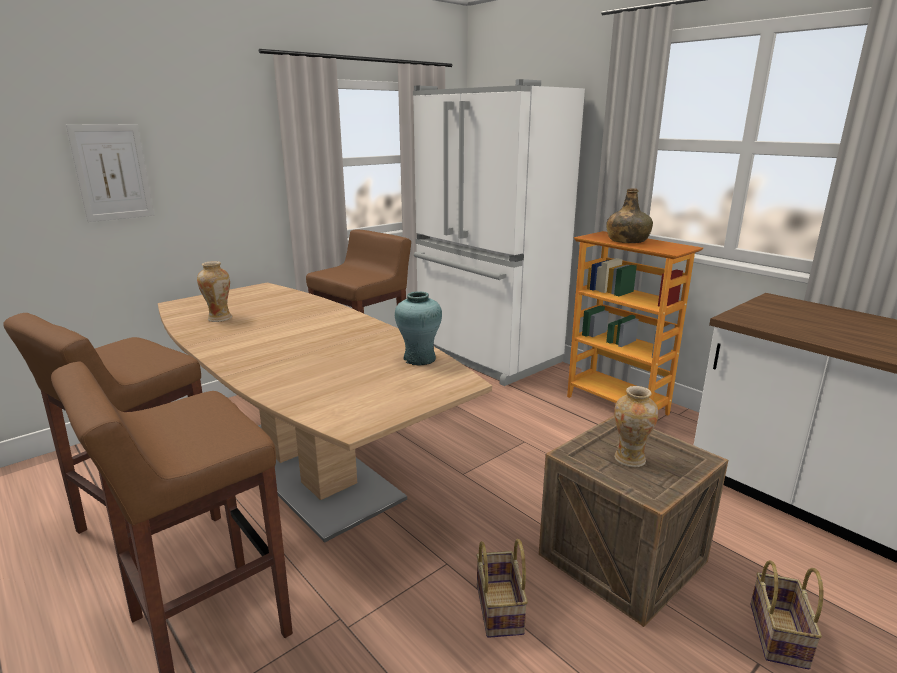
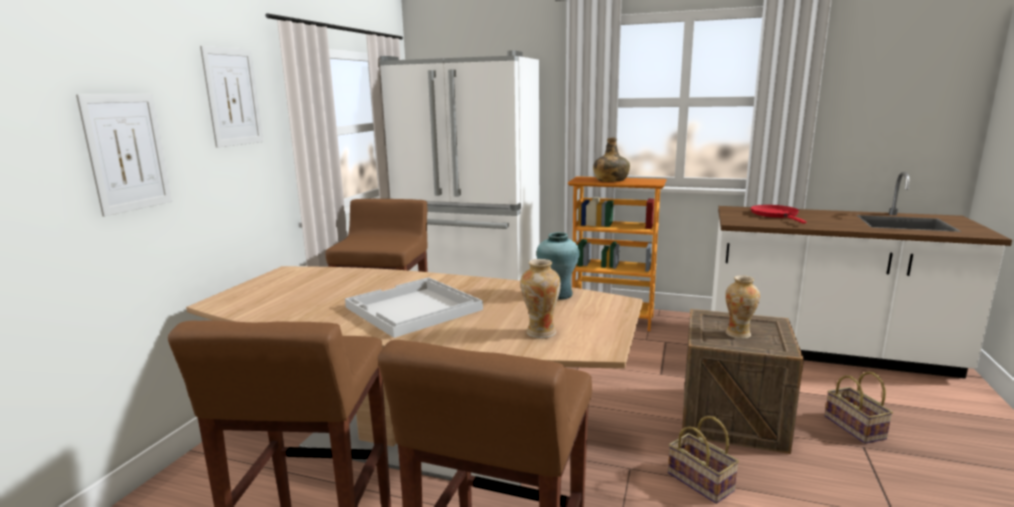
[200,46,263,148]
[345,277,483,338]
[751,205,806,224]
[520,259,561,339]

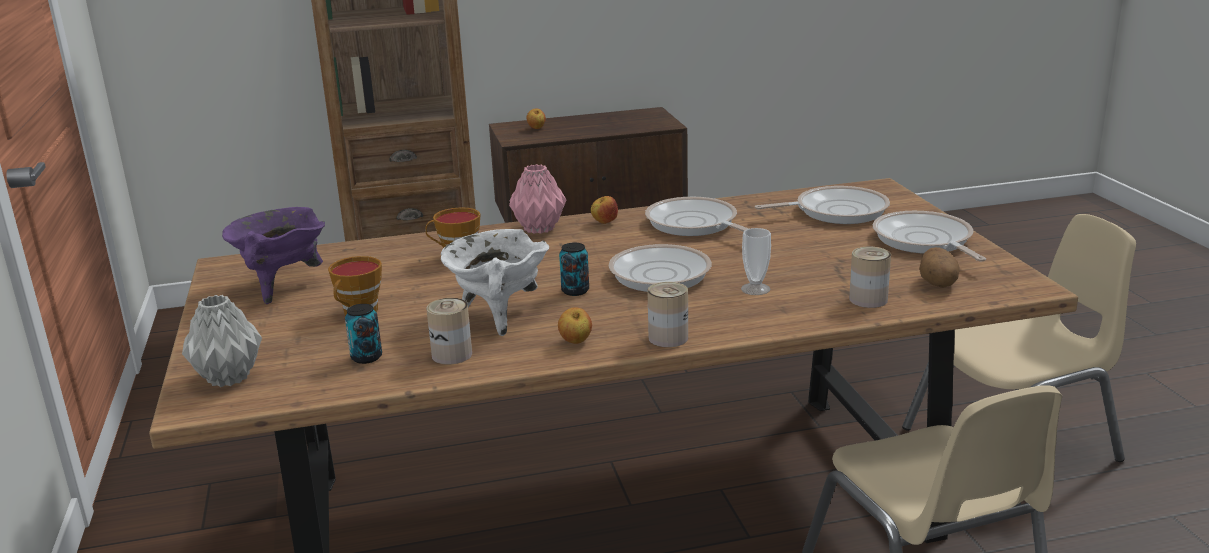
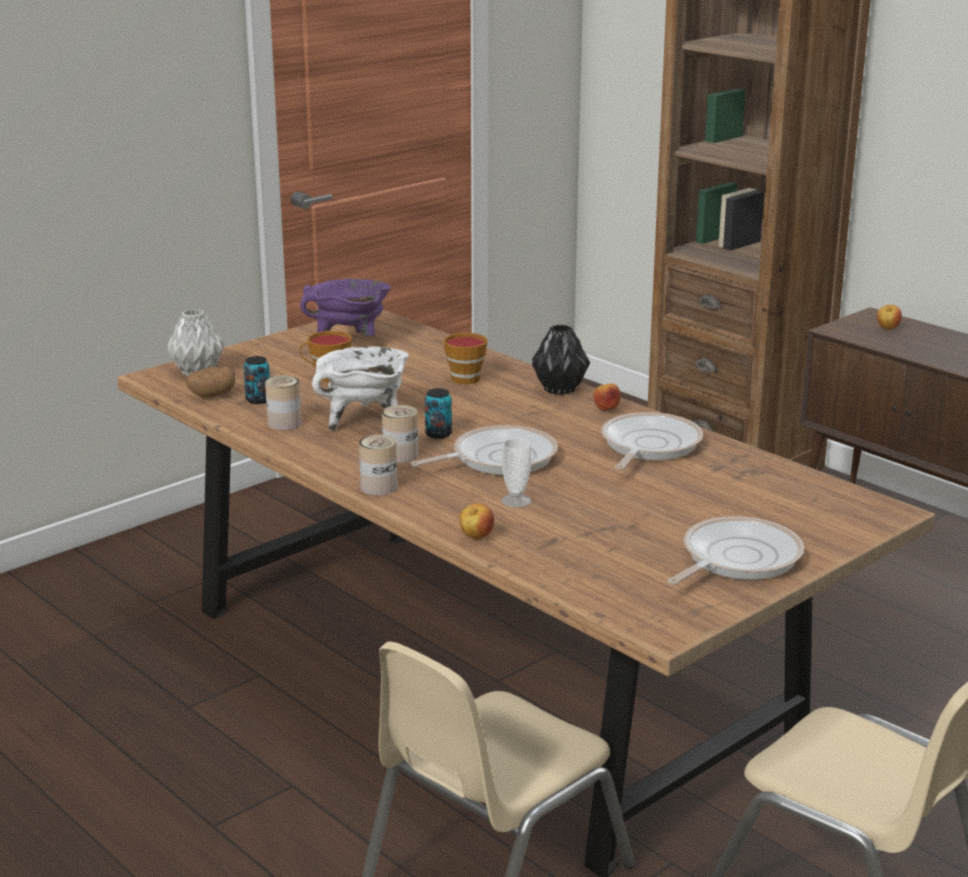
[755,186,890,224] (first image)
[459,503,494,539]
[382,405,418,463]
[185,366,235,397]
[532,324,590,395]

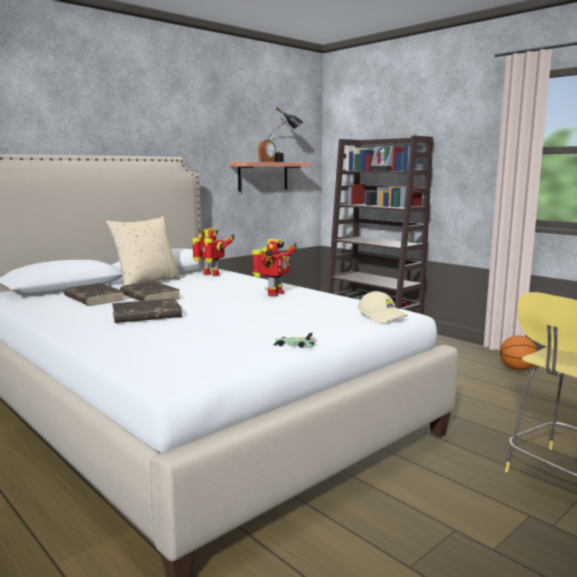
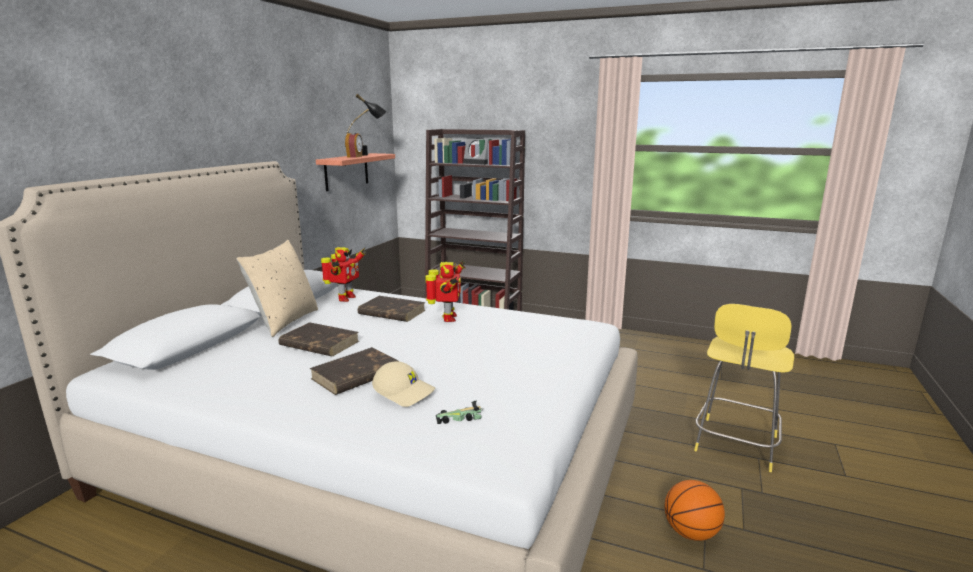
[358,296,426,322]
[435,401,483,424]
[372,361,435,407]
[664,480,725,541]
[321,247,366,302]

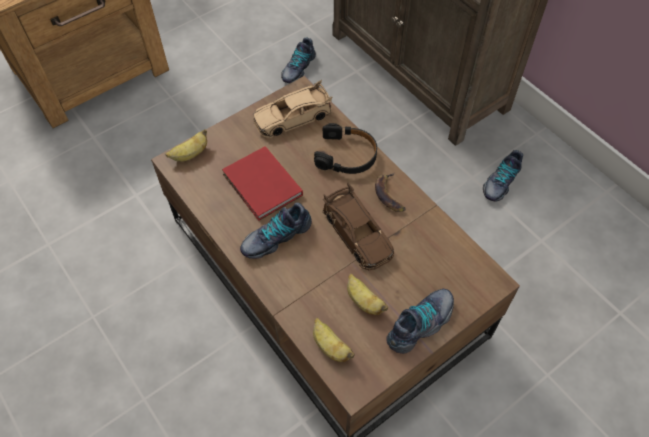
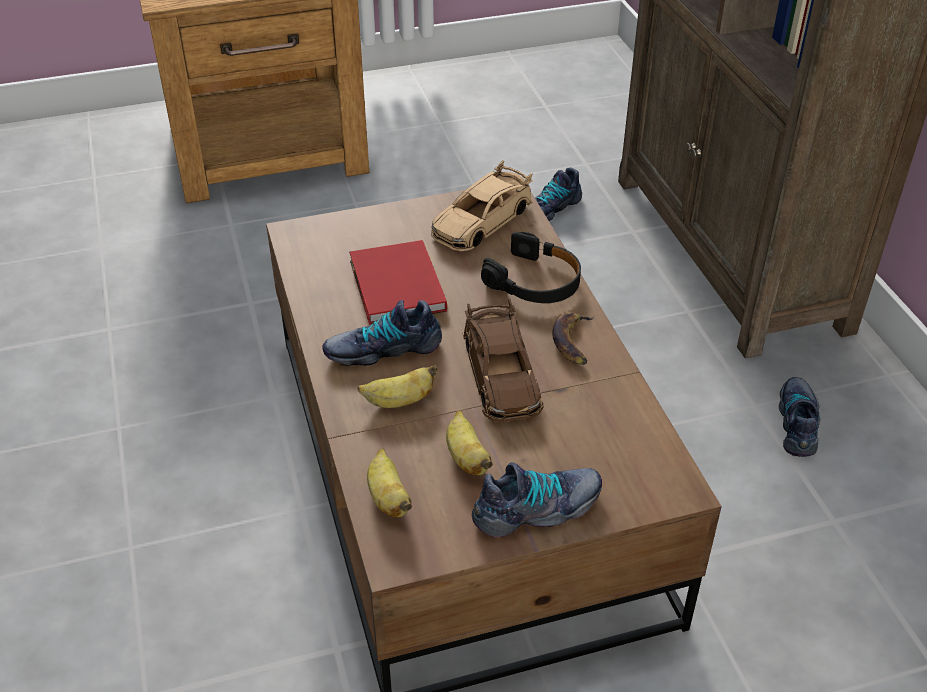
[357,365,437,408]
[431,161,533,251]
[779,377,820,457]

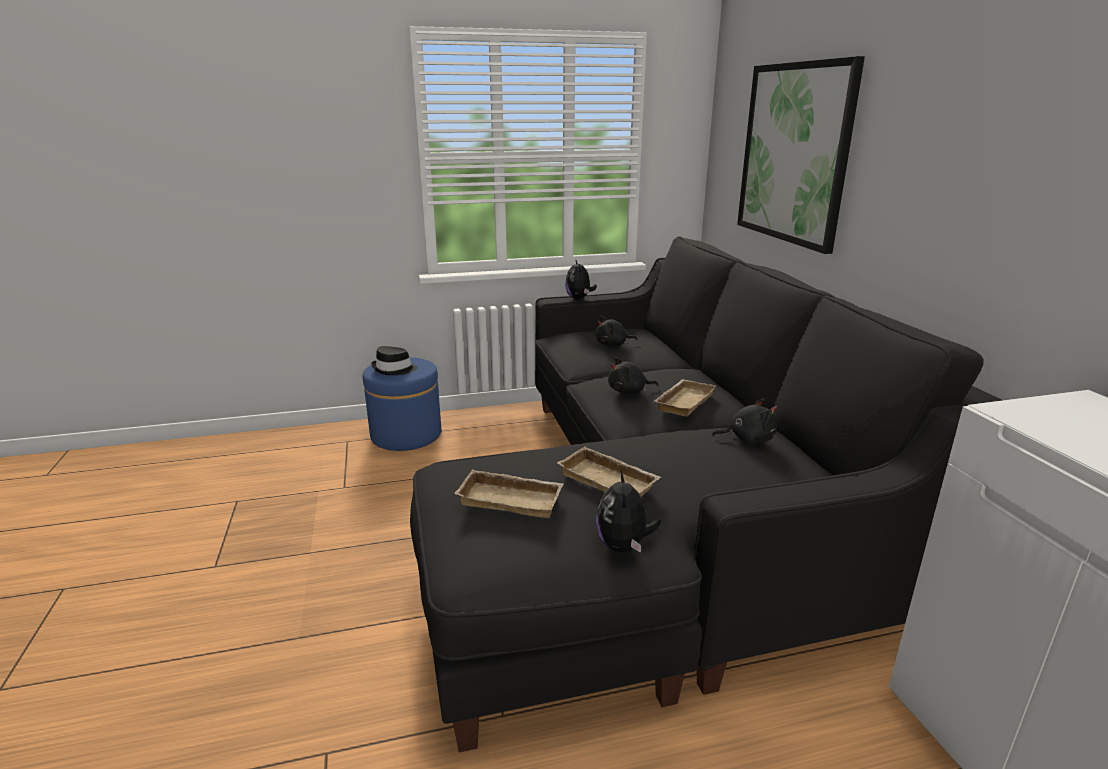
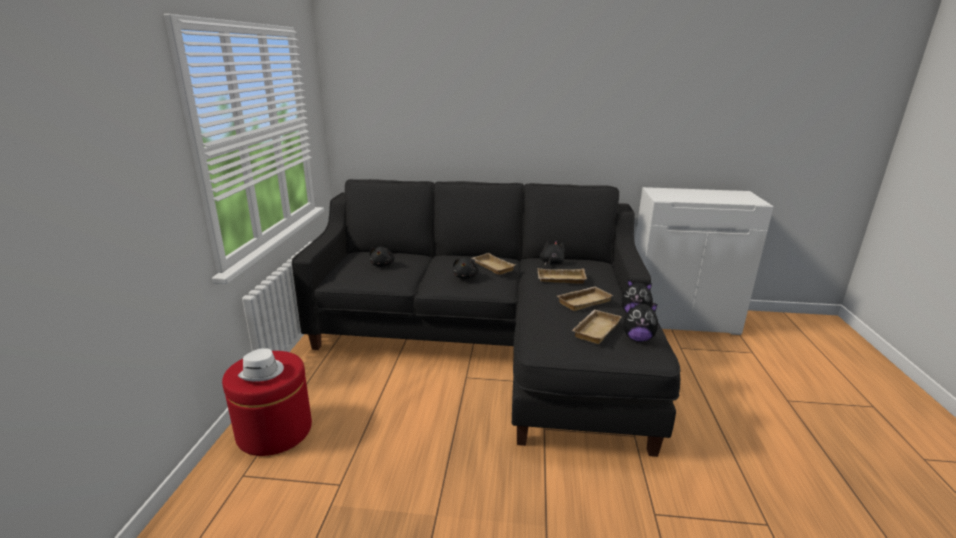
[737,56,865,254] (first image)
[537,268,587,284]
[623,301,660,342]
[222,351,312,456]
[238,348,284,382]

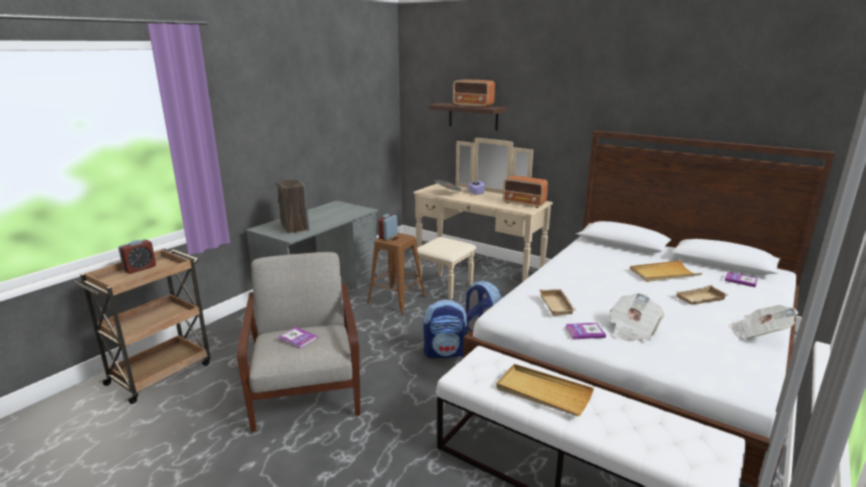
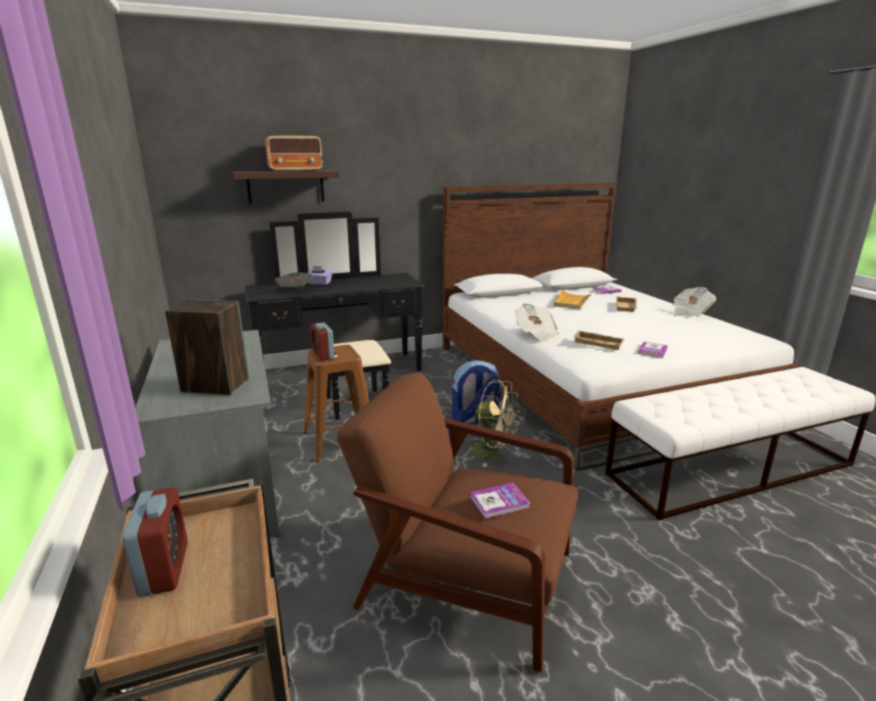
[496,364,594,416] (first image)
[503,176,548,208] (first image)
[515,303,559,342]
[468,380,519,467]
[337,372,578,672]
[245,212,424,420]

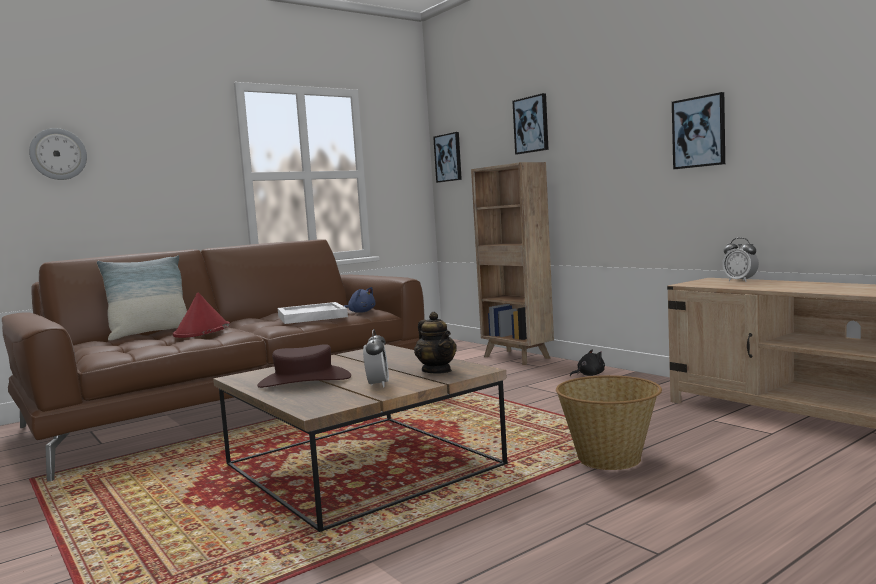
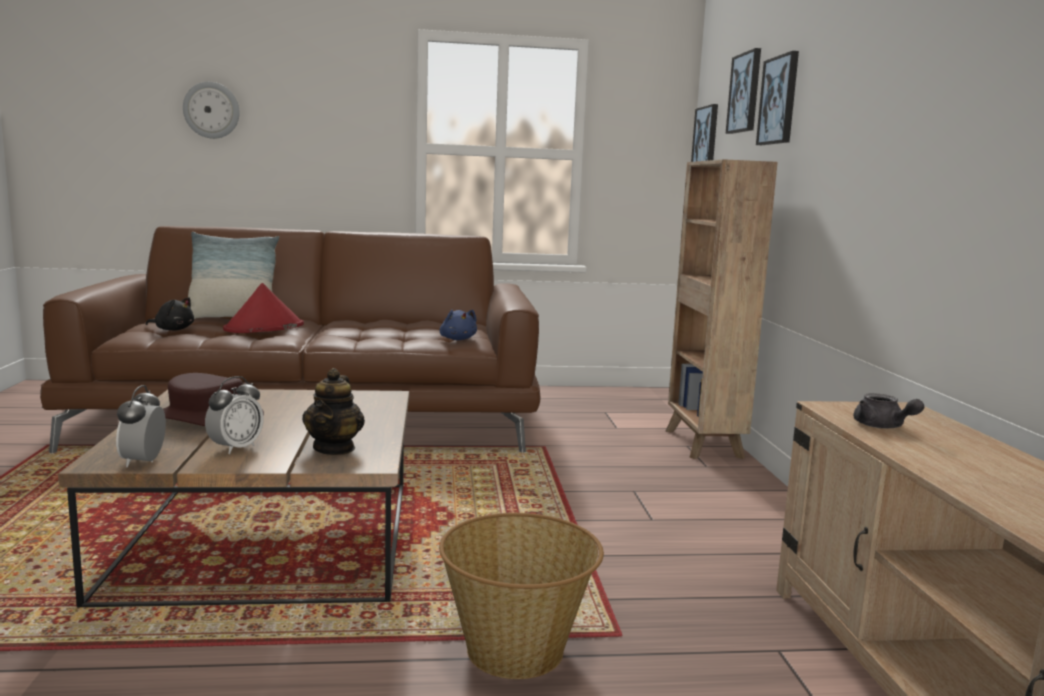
[278,302,348,324] (first image)
[853,393,924,429]
[146,298,194,330]
[726,48,761,134]
[116,385,166,468]

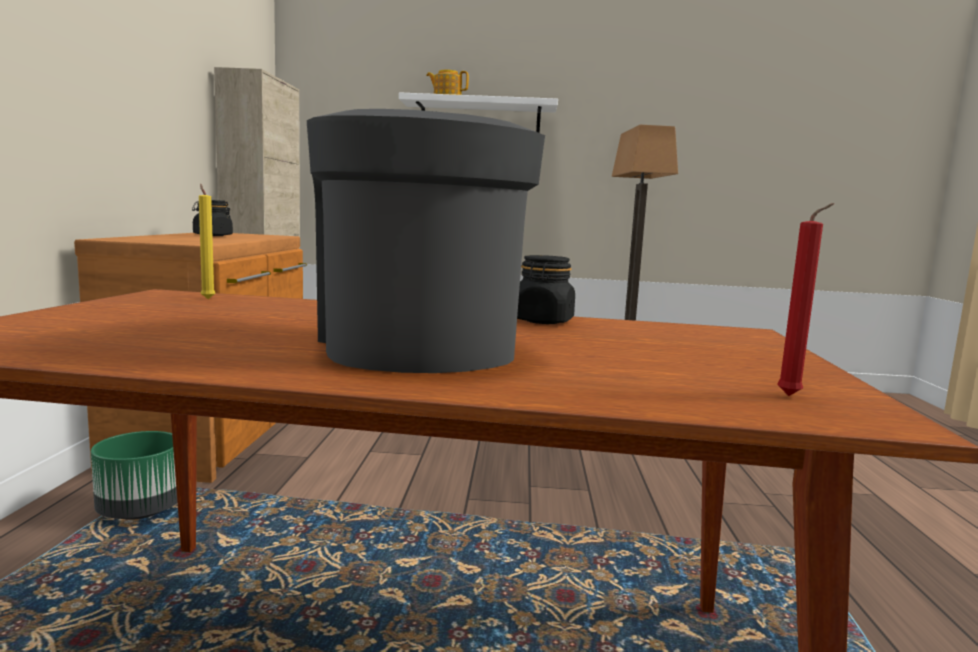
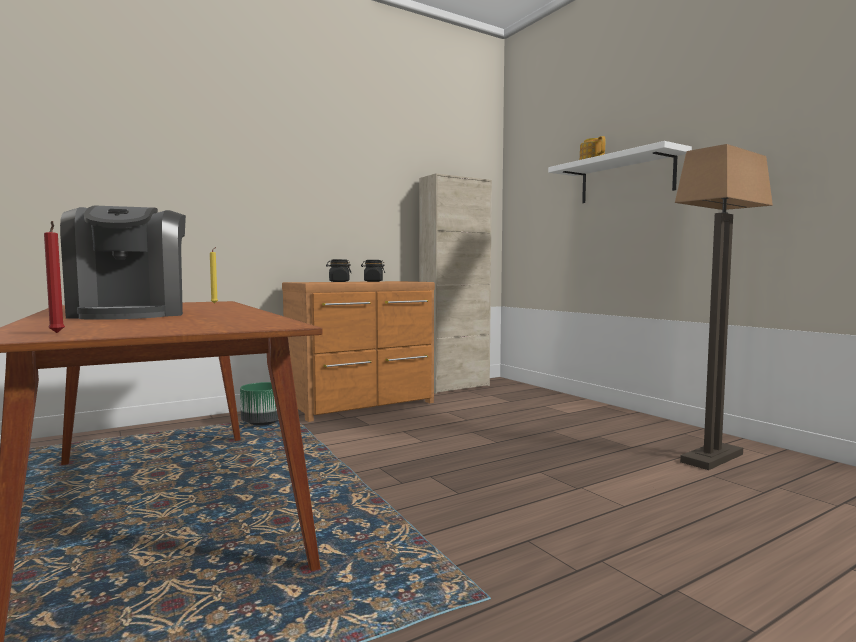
[326,259,351,282]
[60,205,186,320]

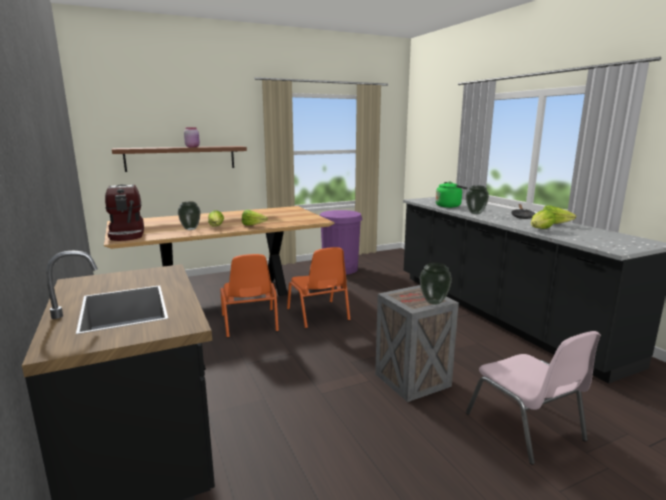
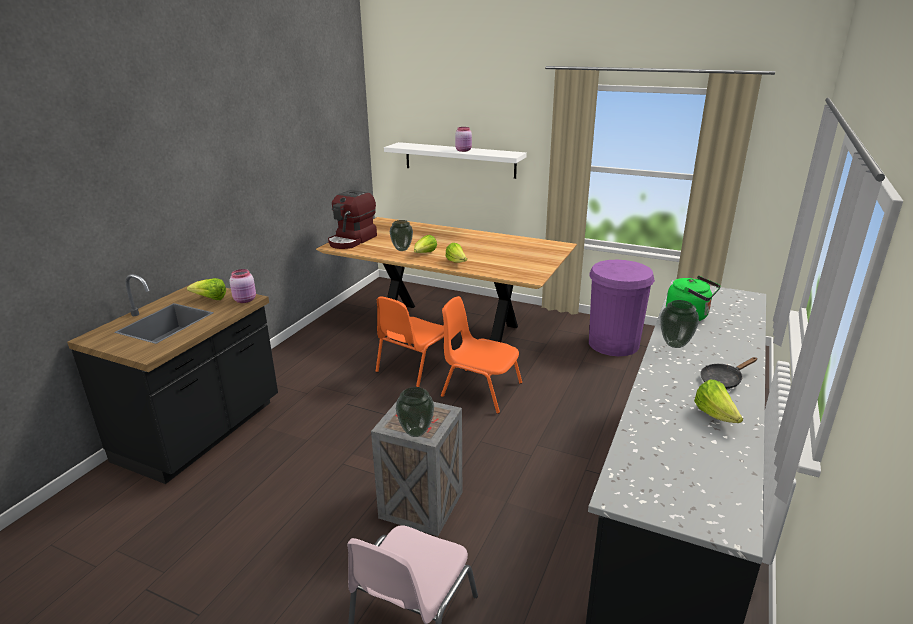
[229,269,256,303]
[187,278,226,300]
[384,142,527,179]
[441,296,522,414]

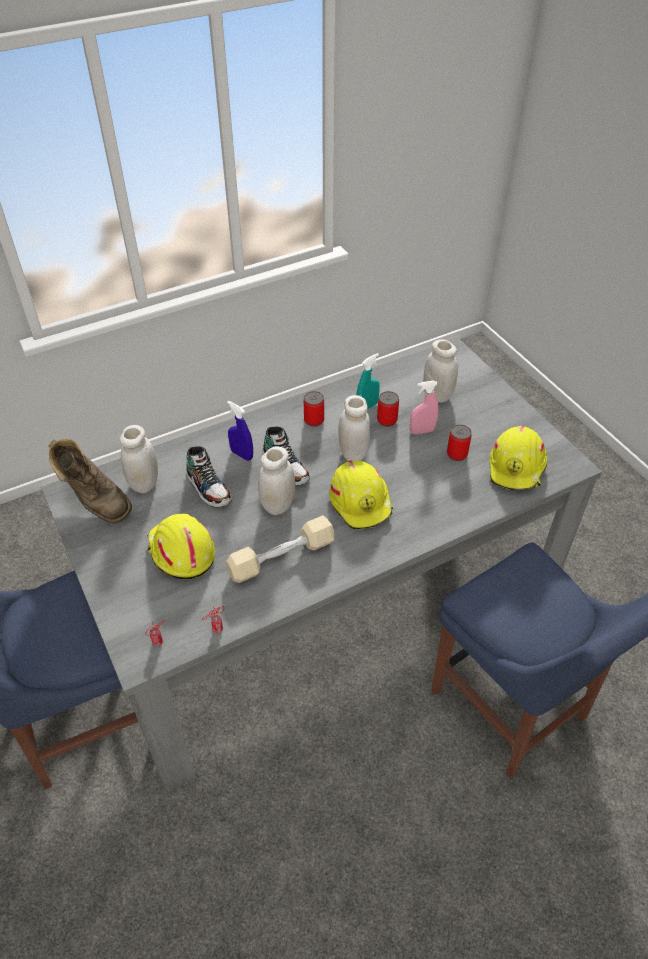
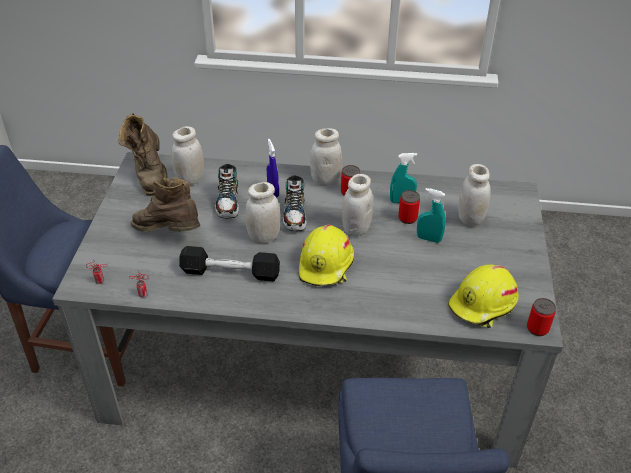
[310,128,342,186]
[527,298,556,336]
[131,177,200,232]
[179,246,280,281]
[417,188,446,243]

